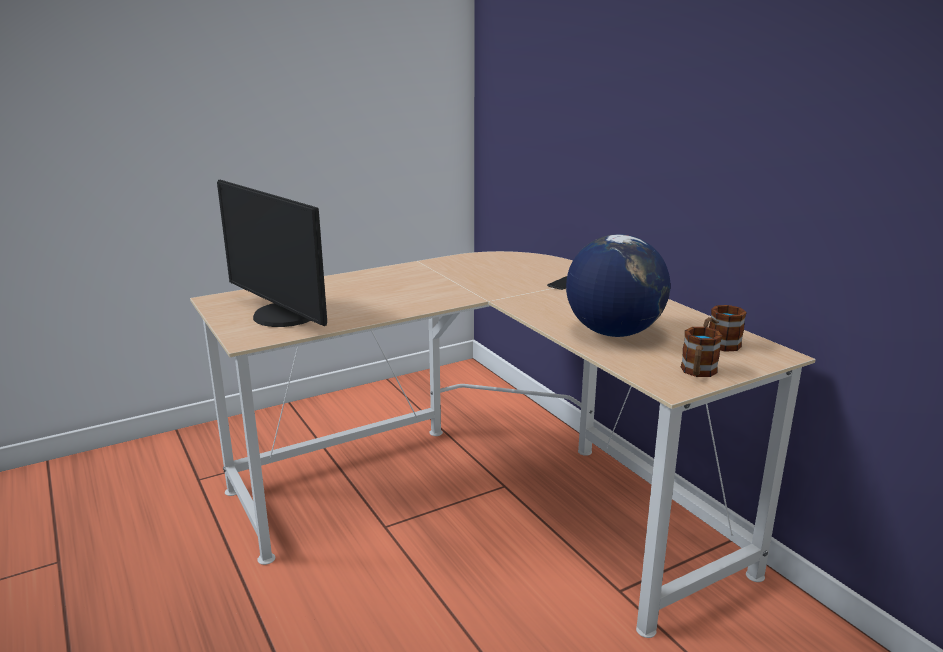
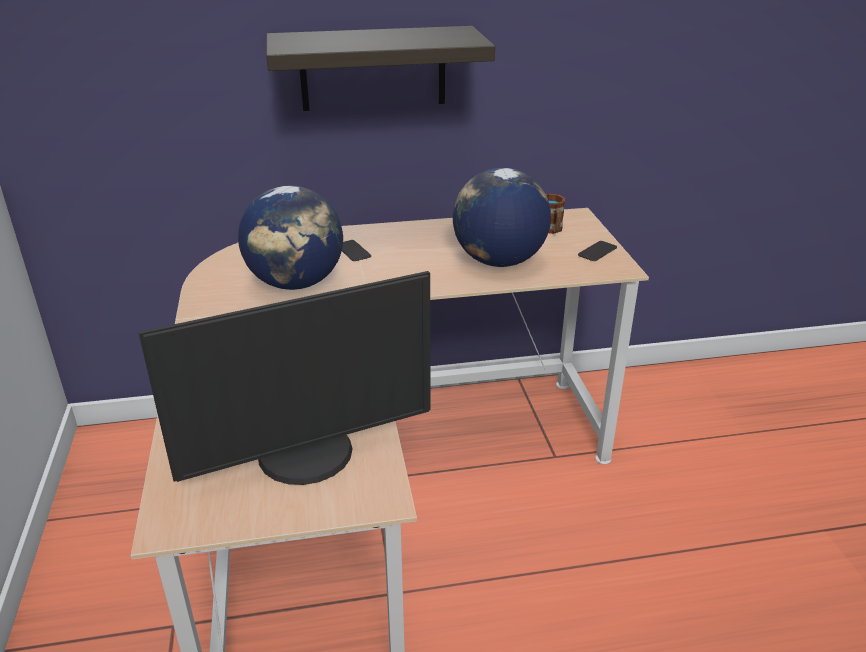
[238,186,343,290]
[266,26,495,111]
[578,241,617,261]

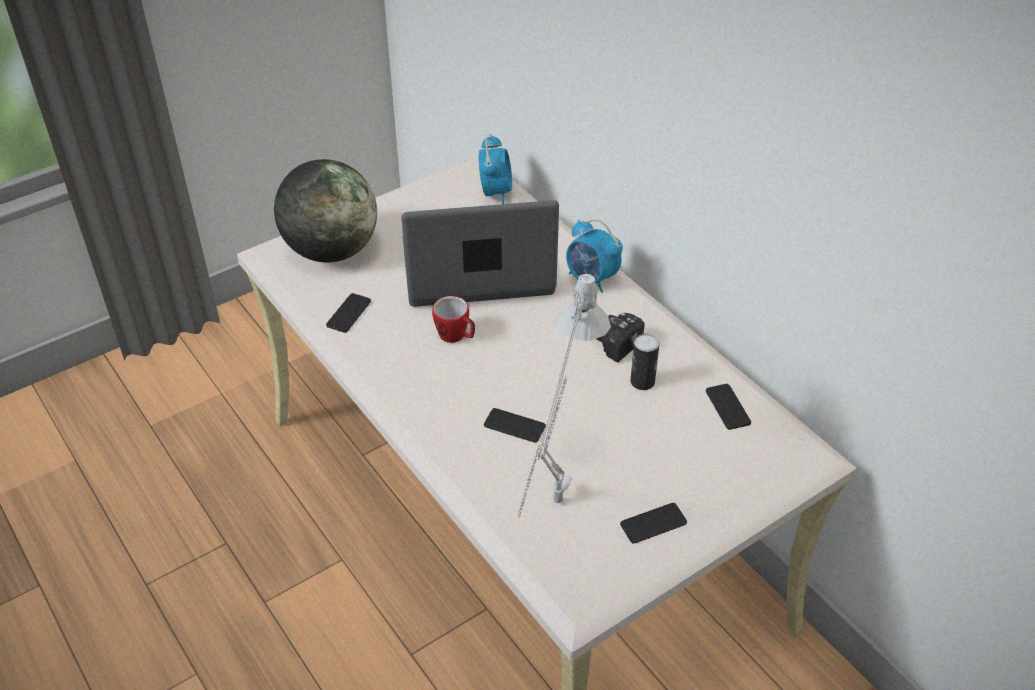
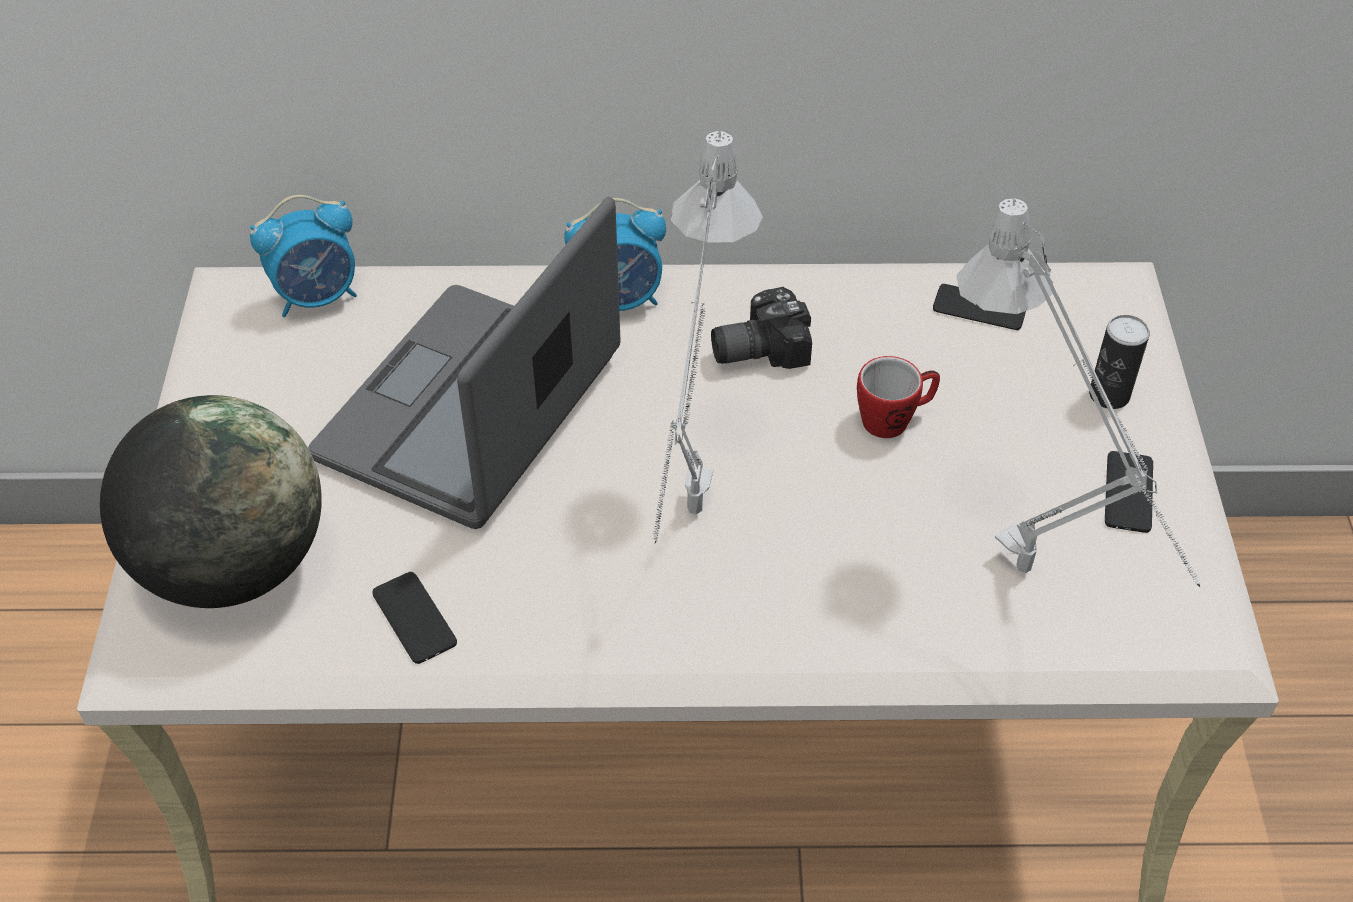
[484,408,546,443] (first image)
[652,131,763,545]
[857,356,940,438]
[1089,315,1150,409]
[250,195,357,317]

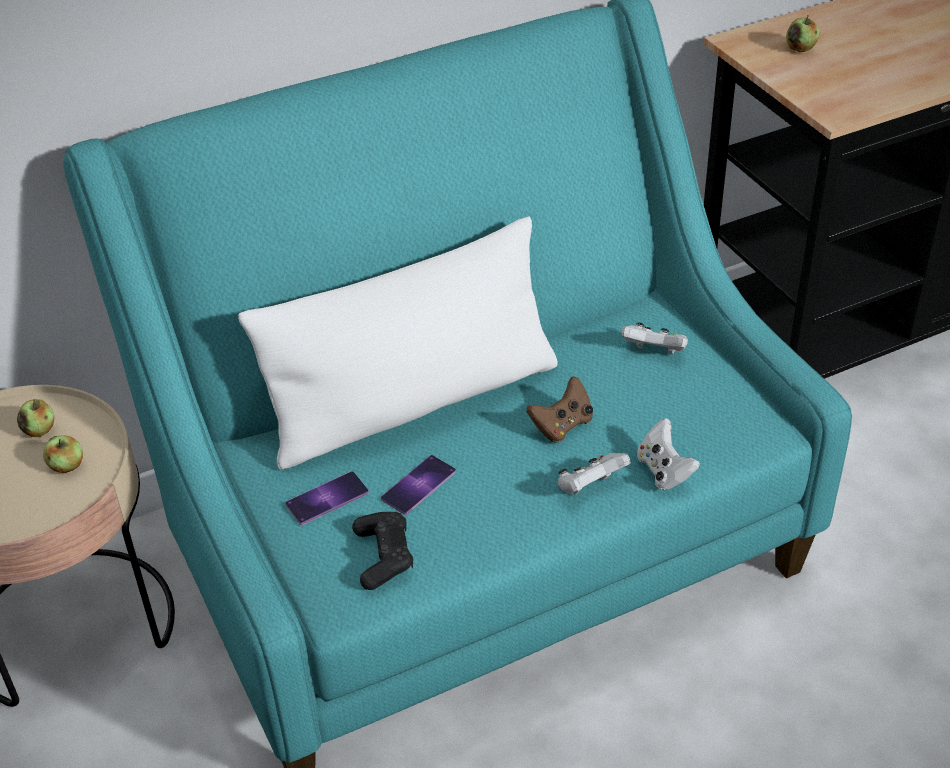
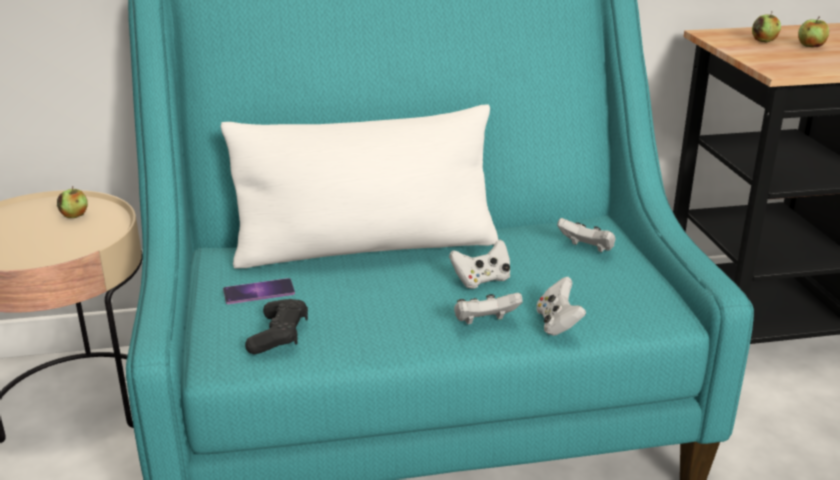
[381,455,456,515] (first image)
[798,16,829,48]
[449,239,510,289]

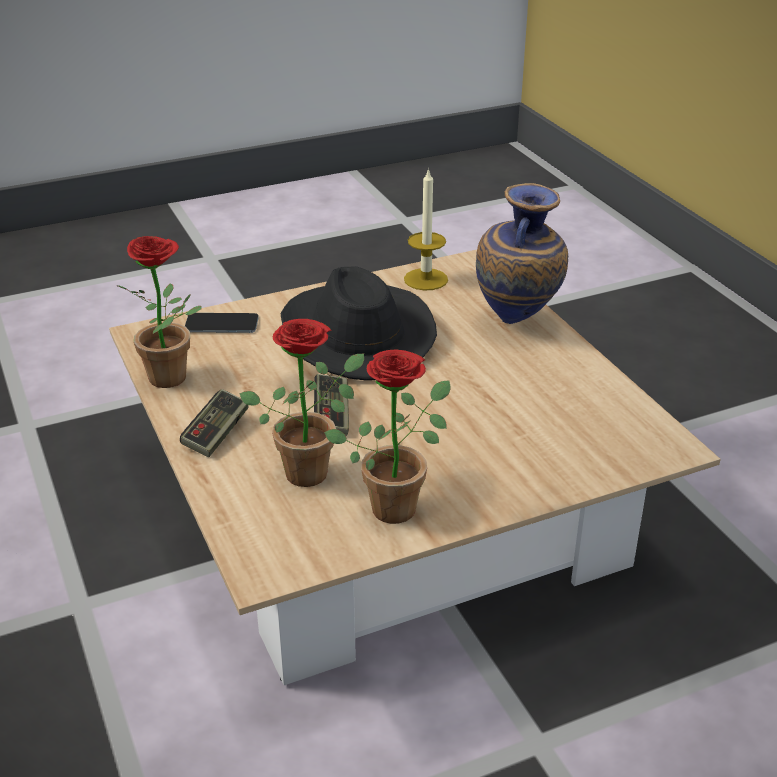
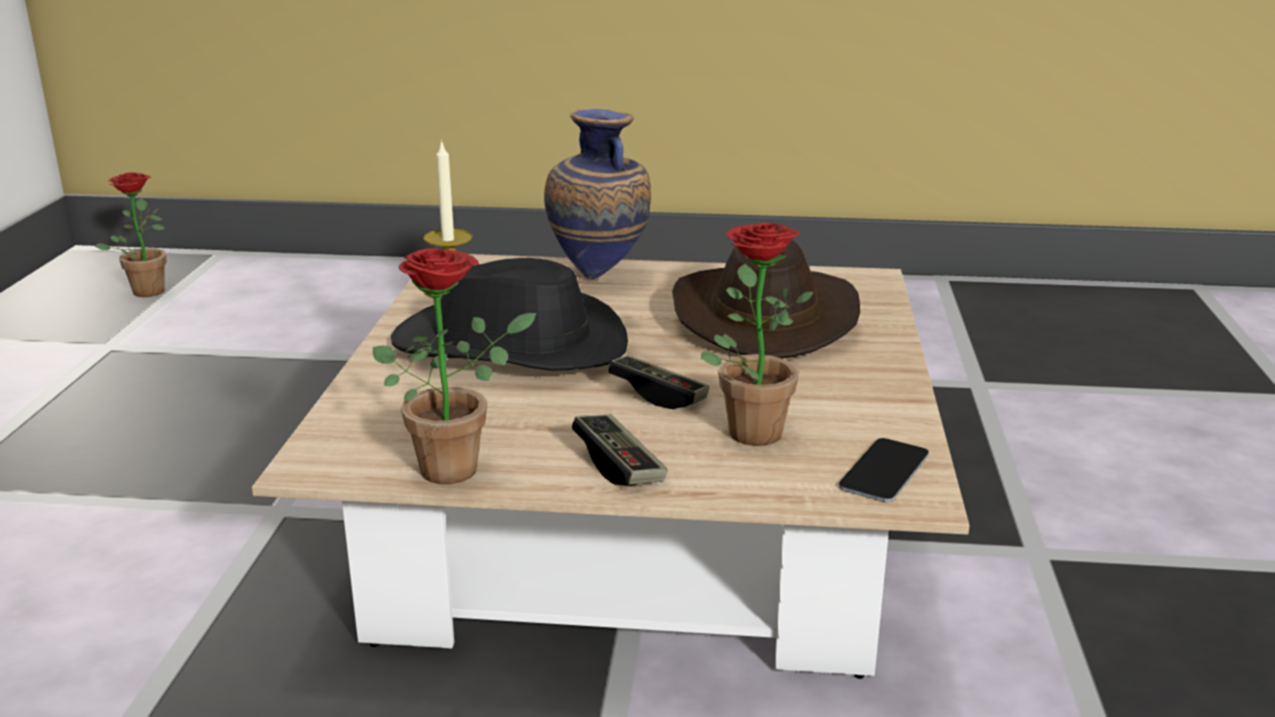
[672,240,860,359]
[839,438,929,502]
[95,172,166,297]

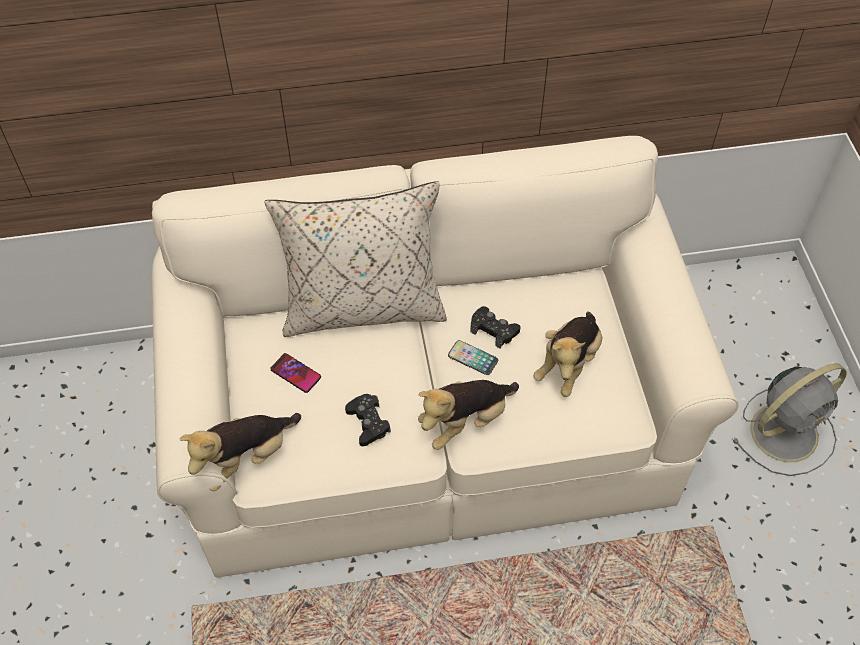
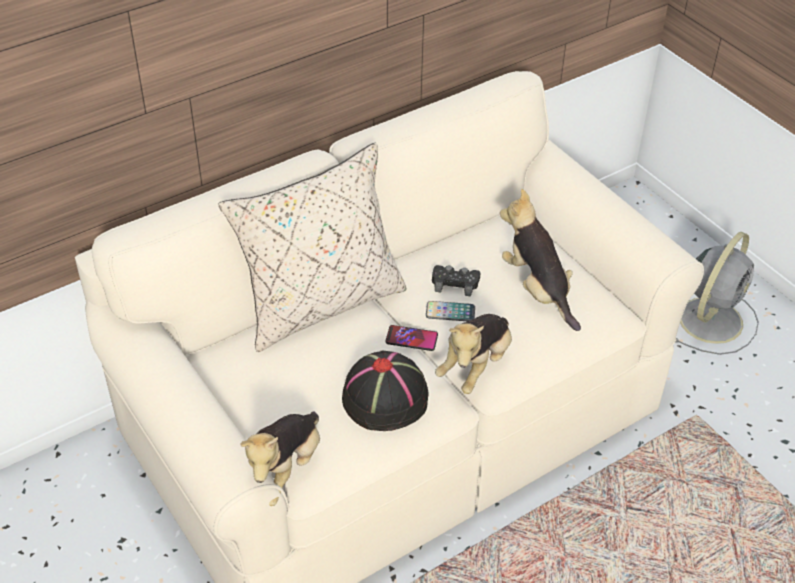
[385,325,438,351]
[342,351,429,431]
[500,189,581,331]

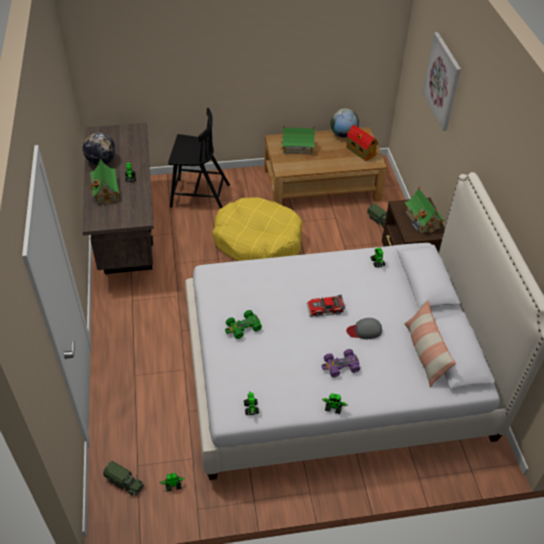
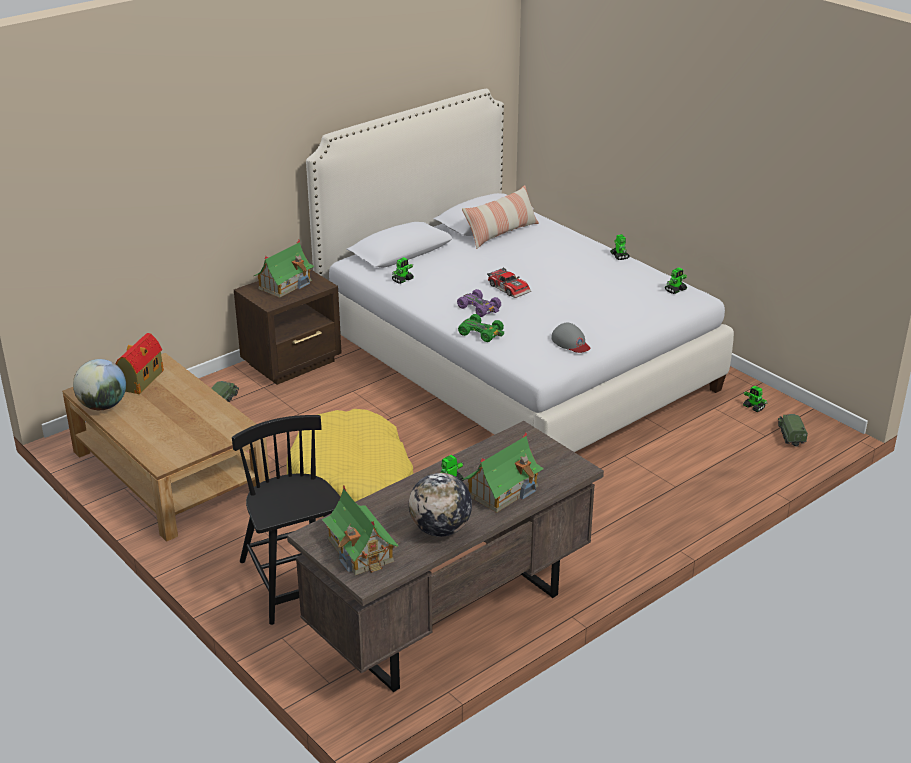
[422,32,461,131] (first image)
[458,314,504,342]
[322,486,400,575]
[457,289,501,317]
[551,323,591,353]

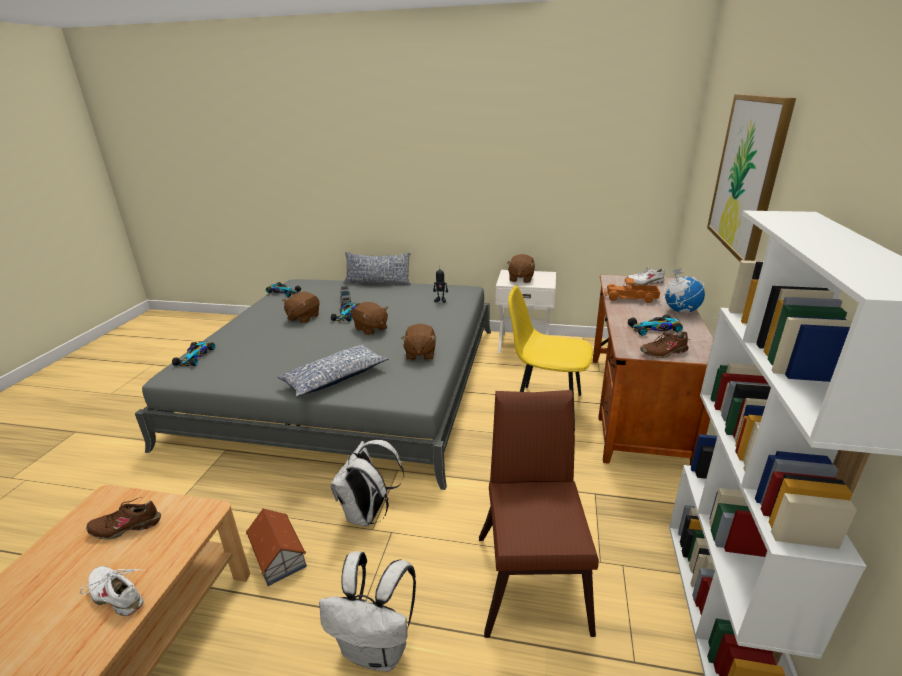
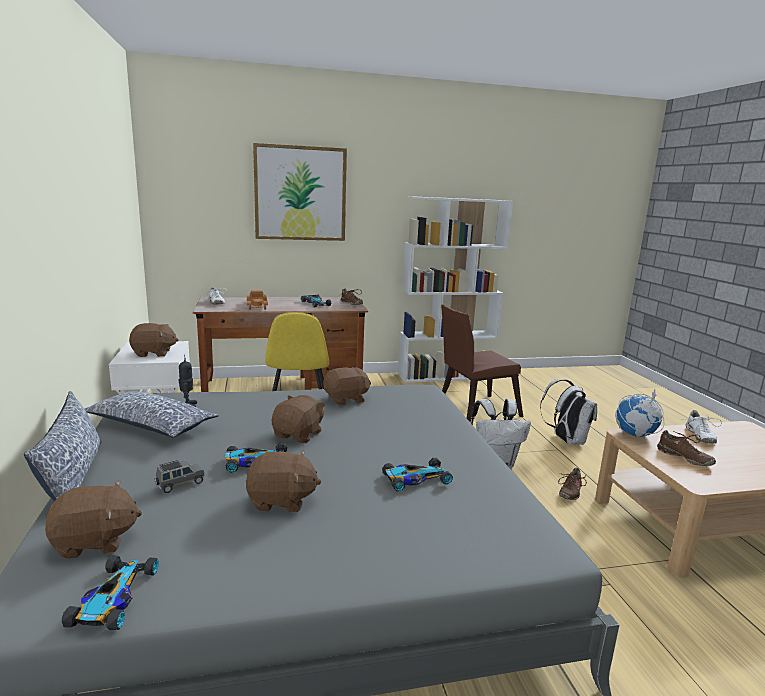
[45,480,142,559]
[382,458,453,492]
[85,391,219,437]
[615,389,664,437]
[558,468,587,500]

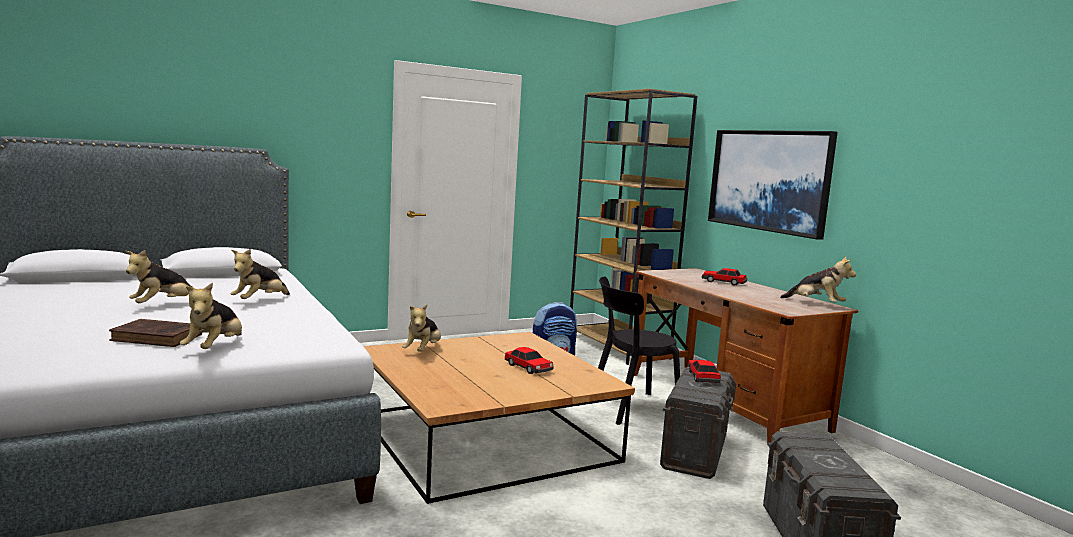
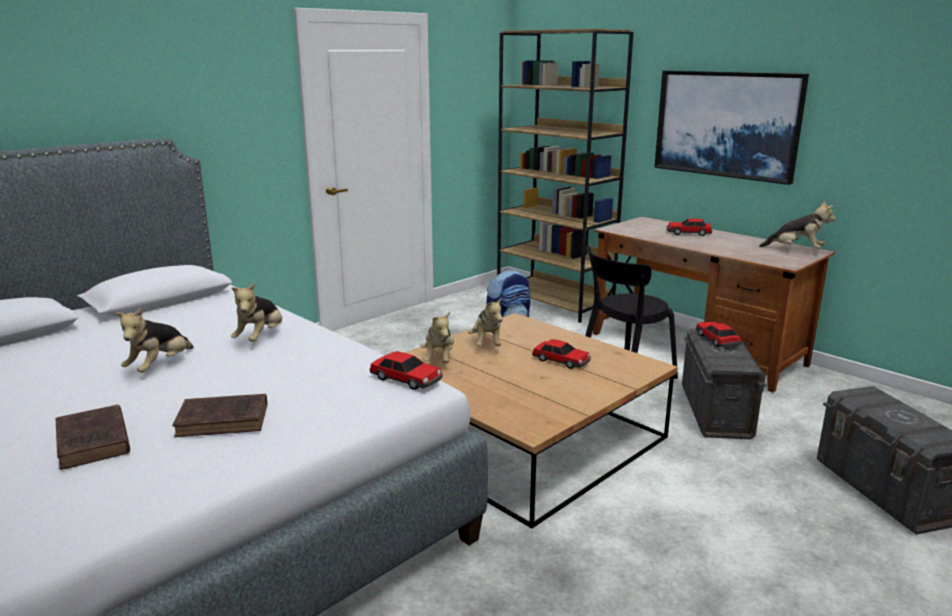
[56,405,130,470]
[370,351,443,390]
[468,297,503,346]

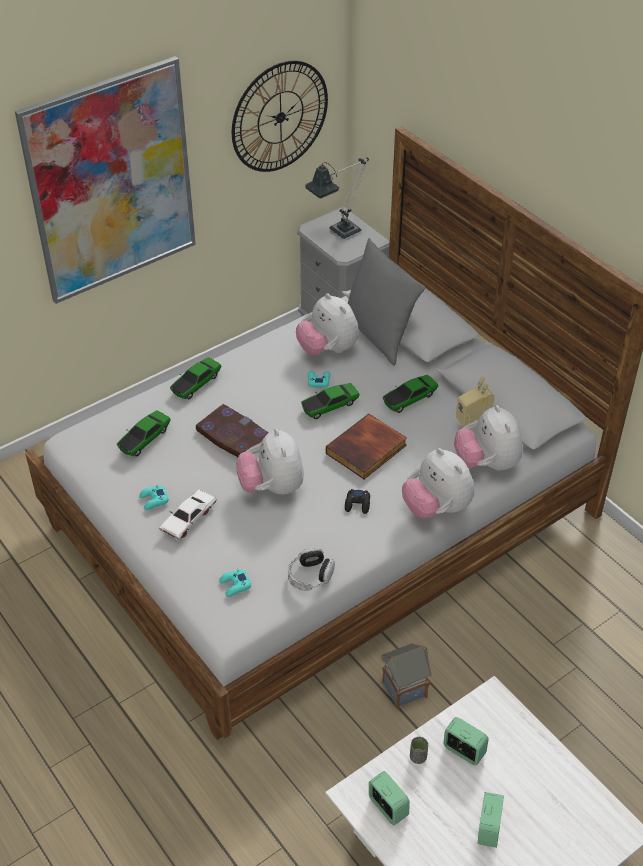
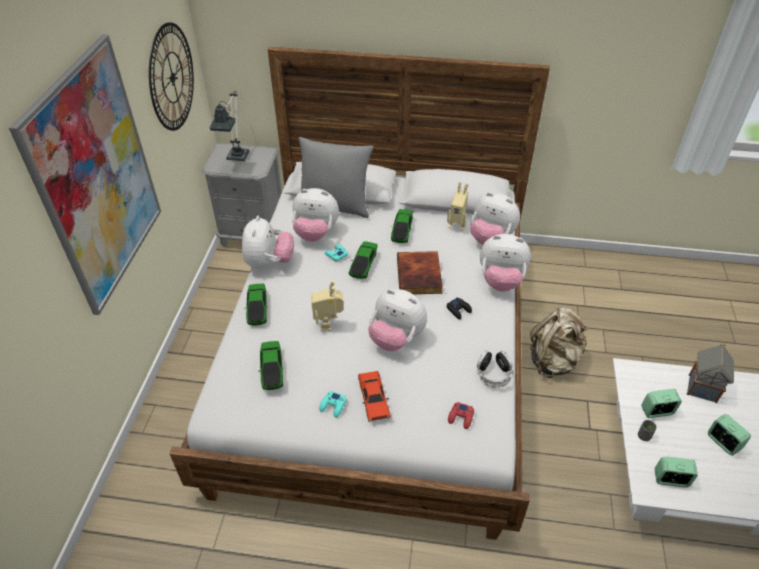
[242,216,294,269]
[530,307,587,378]
[687,344,734,403]
[311,280,344,331]
[358,371,391,422]
[448,402,474,429]

